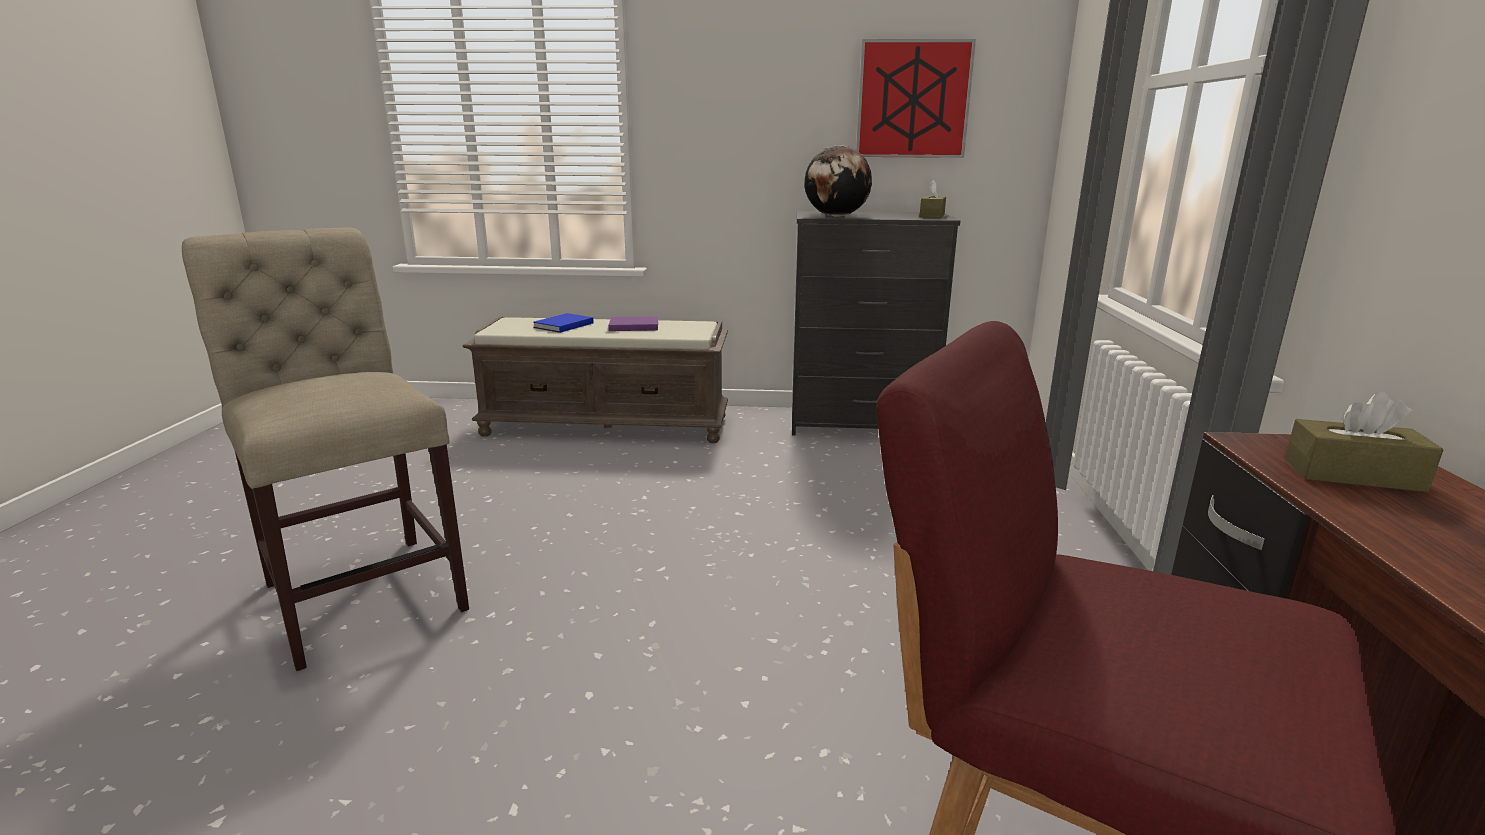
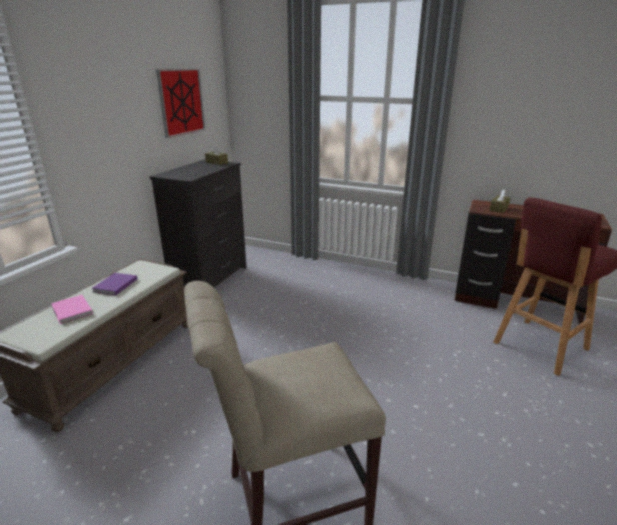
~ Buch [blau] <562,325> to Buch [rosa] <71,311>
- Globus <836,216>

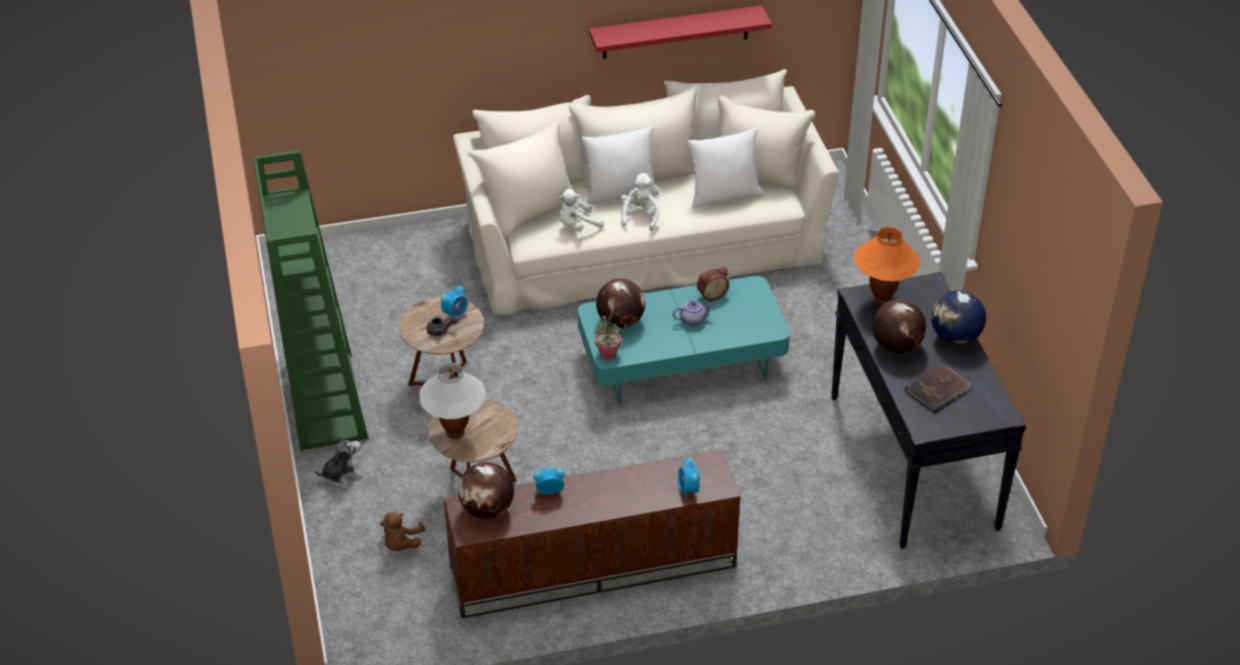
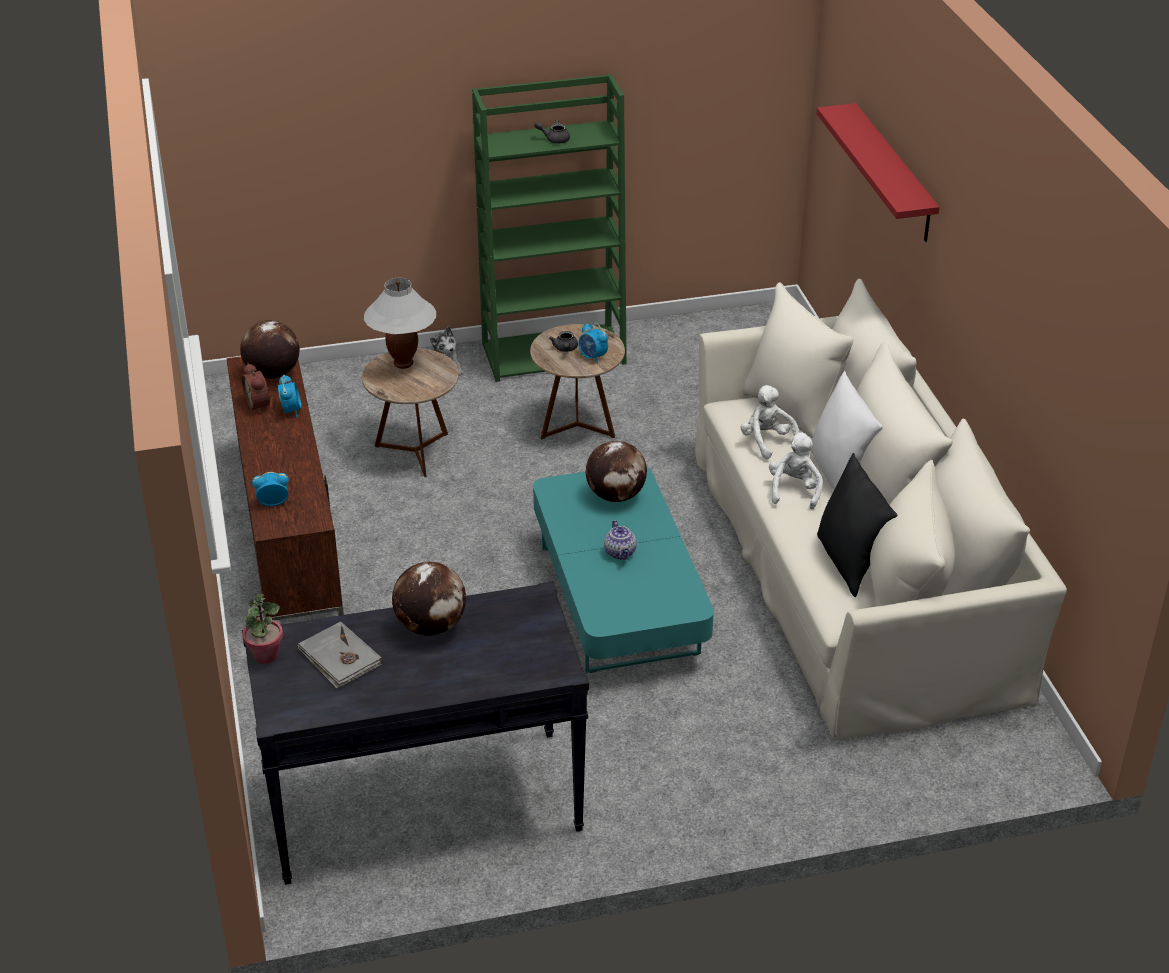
- Plüschtier [braun] <401,544>
~ Wandregal [rot] <675,32> to <893,174>
~ Topfpflanze <607,354> to <265,655>
~ Plüschtier [weiß] <640,216> = <794,490> 90 degrees counterclockwise
~ Kissen [weiß] <724,196> to Kissen [schwarz] <849,562>
~ Wecker <711,294> to <260,404>
- Tischlampe [orange] <881,299>
~ Buch [braun] <937,389> to Buch [grau] <339,658>
- Globus <955,337>
+ Teekanne [grau] <554,139>

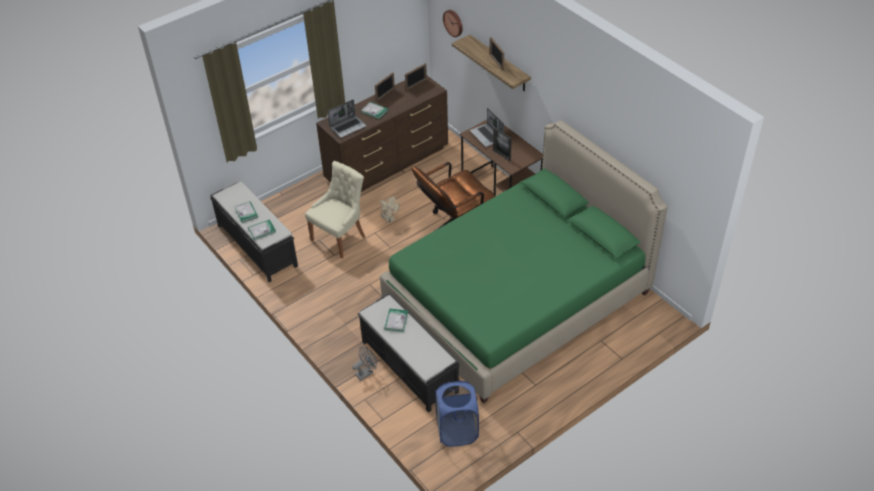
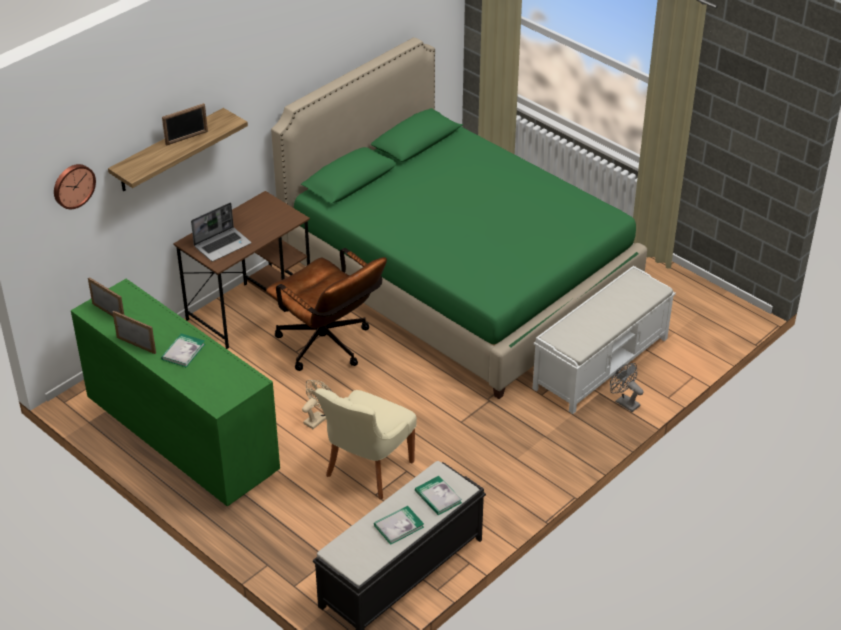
~ Stuhl [beige] <340,237> = <367,470> 90 degrees counterclockwise
~ Kommode [braun] <388,164> to Kommode [grün] <182,438>
- Laptop <348,127>
~ Bank [schwarz] <410,367> to Bank [weiß] <601,362>
- Buch <396,321>
- Wäschekorb [blau] <457,431>
- Bilderrahmen <501,155>

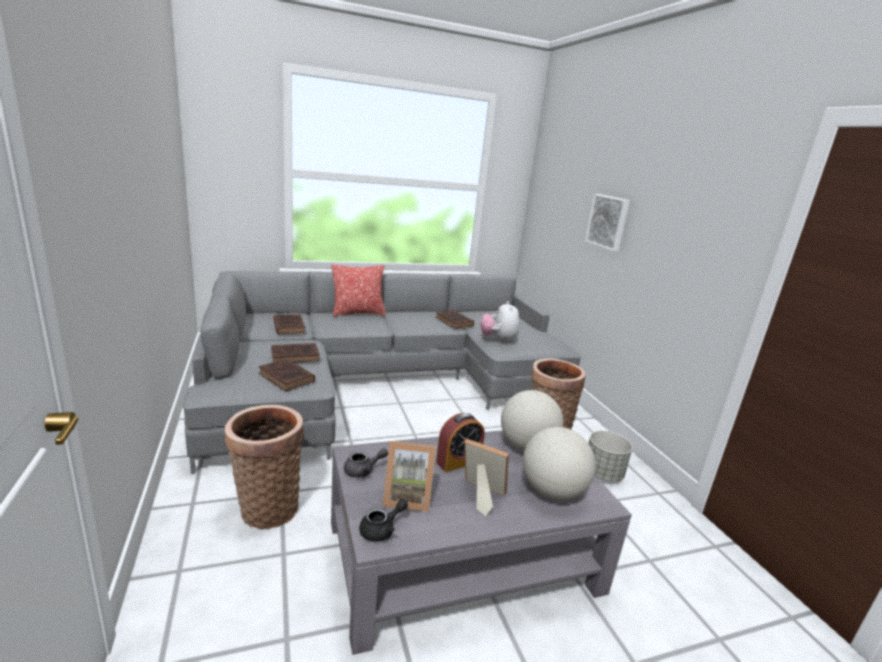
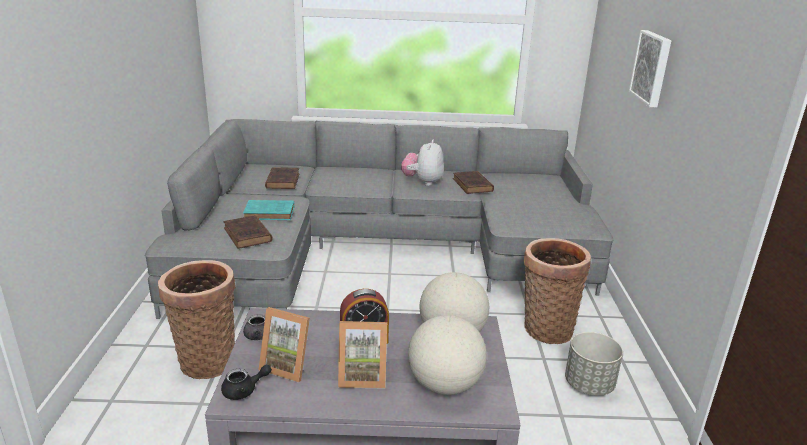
~ Buch [braun] <296,356> to Buch [türkis] <271,213>
- Kissen <358,313>
~ Bilderrahmen <480,495> = <362,376> 135 degrees clockwise
~ Plüschtier <498,340> to <423,182>

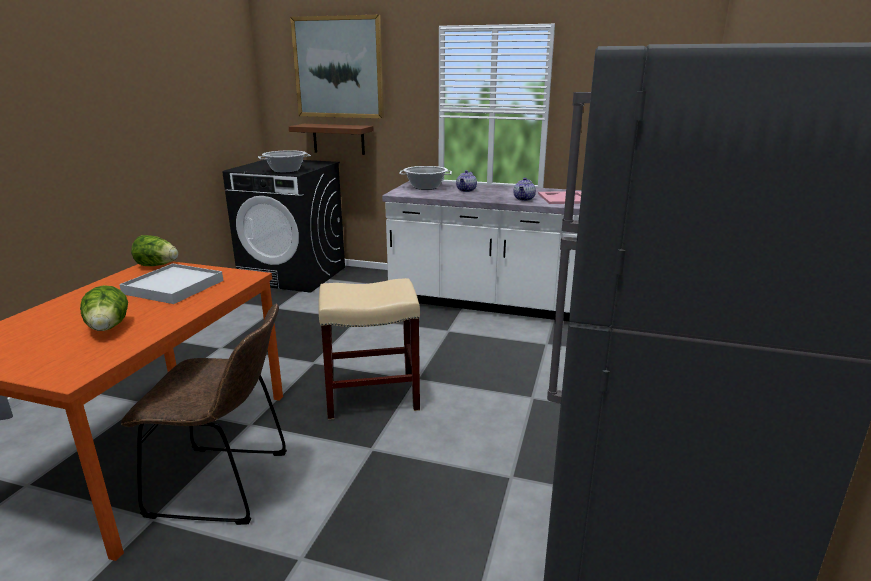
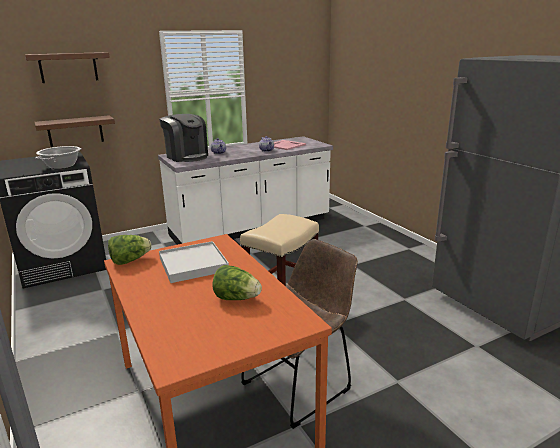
~ Bild <338,68> to Wandregal [braun] <68,67>
~ Kochtopf <425,187> to Kaffeemaschine <186,156>

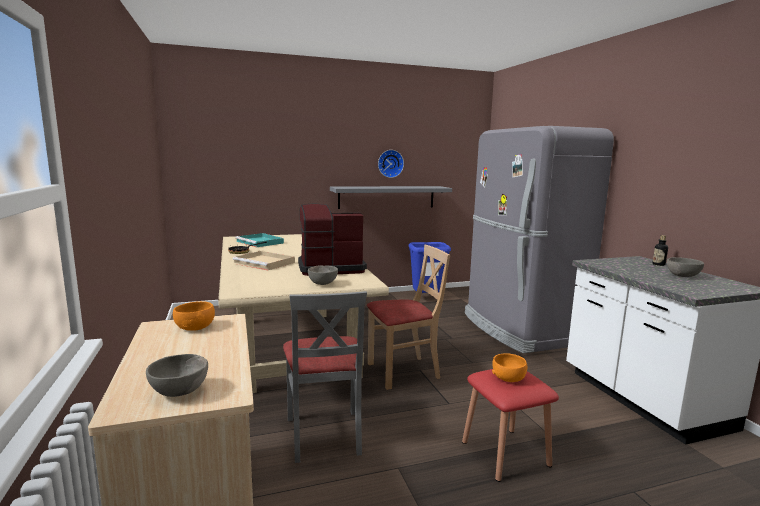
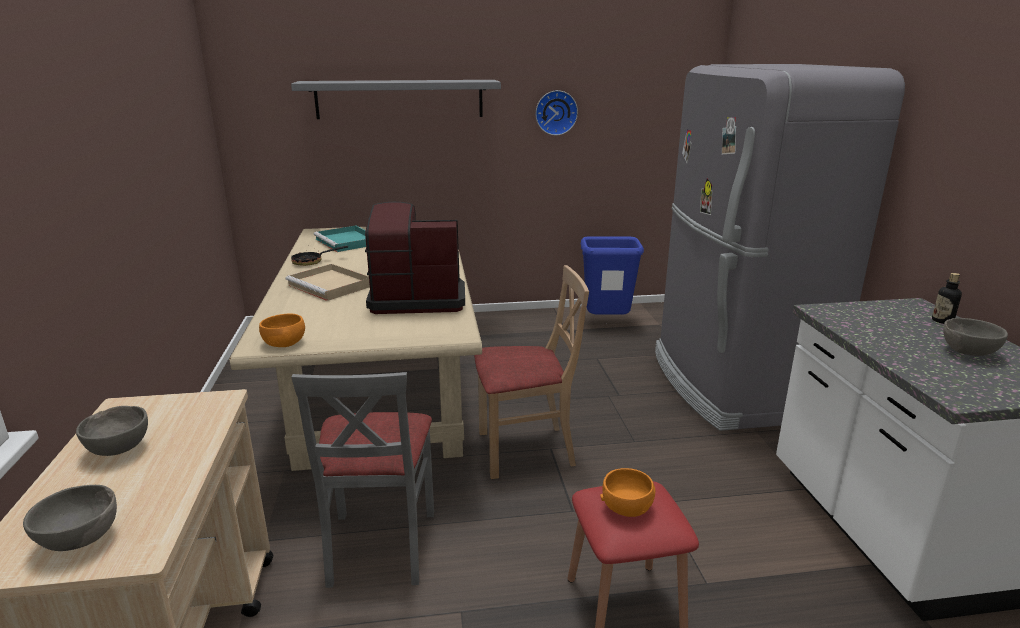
~ Schüssel [orange] <195,327> to <284,342>
~ Schüssel [grau] <323,284> to <120,448>
~ Wandregal [grau] <387,197> to <399,99>

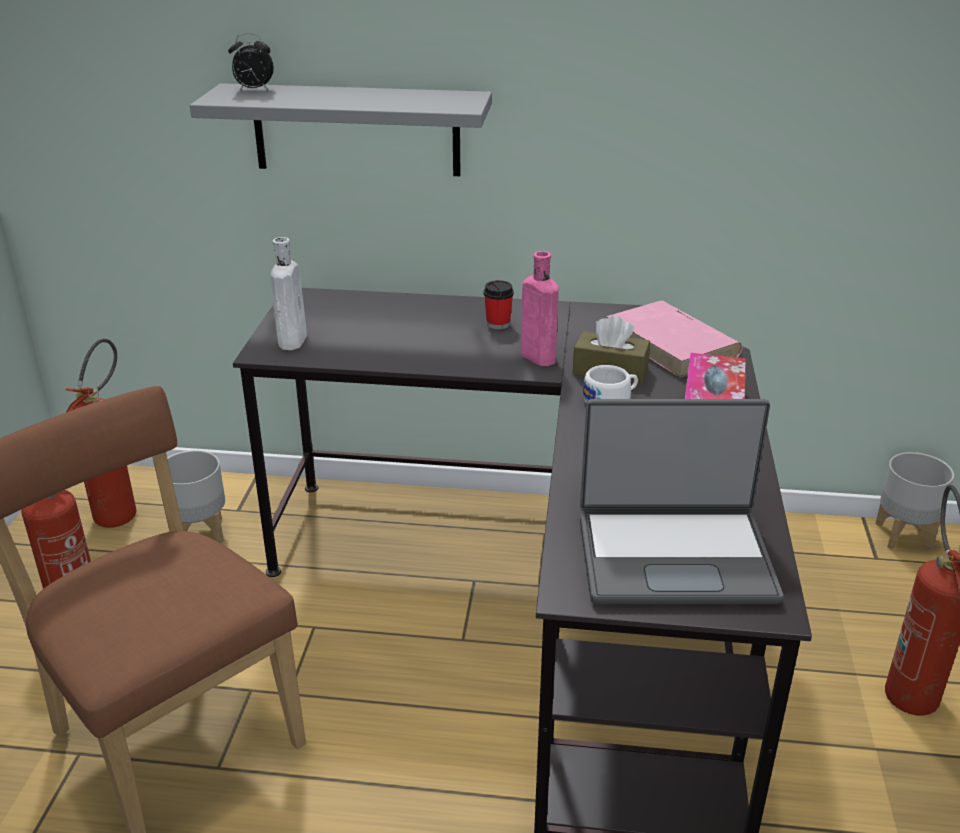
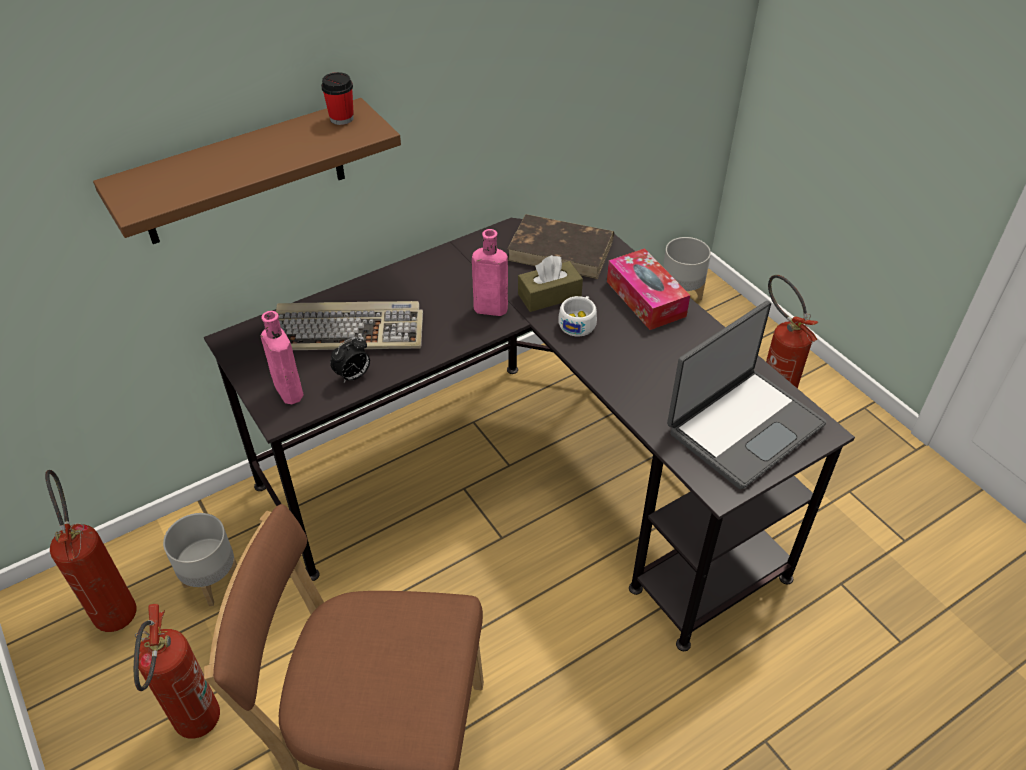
~ Wandregal [grau] <356,130> to Wandregal [braun] <243,173>
~ Wecker <253,90> to <353,376>
~ Flasche [weiß] <293,340> to Flasche [rosa] <287,390>
~ Tasse <498,324> to <341,118>
~ Buch [rosa] <672,344> to Buch [braun] <562,250>
+ Tastatur <348,331>

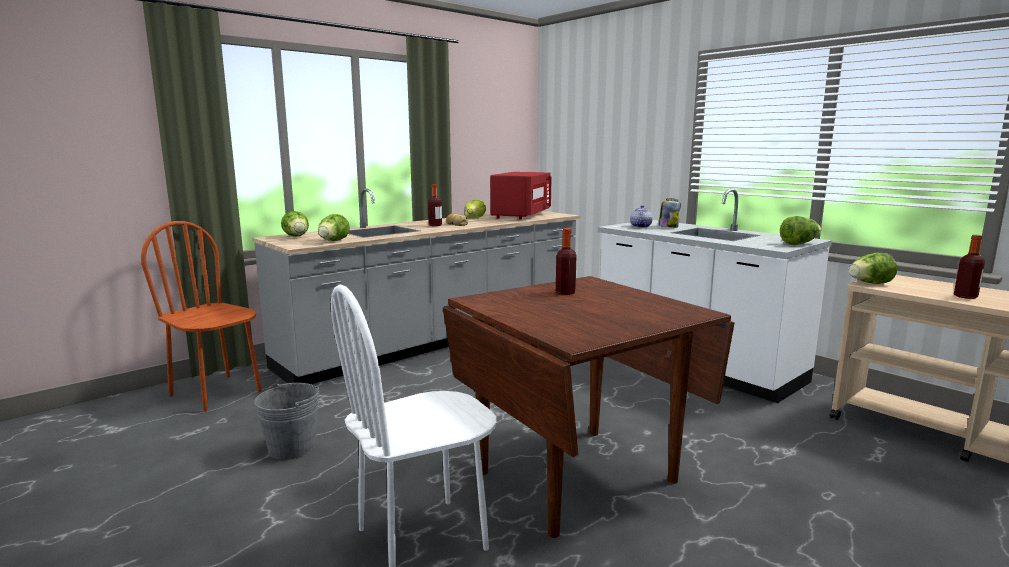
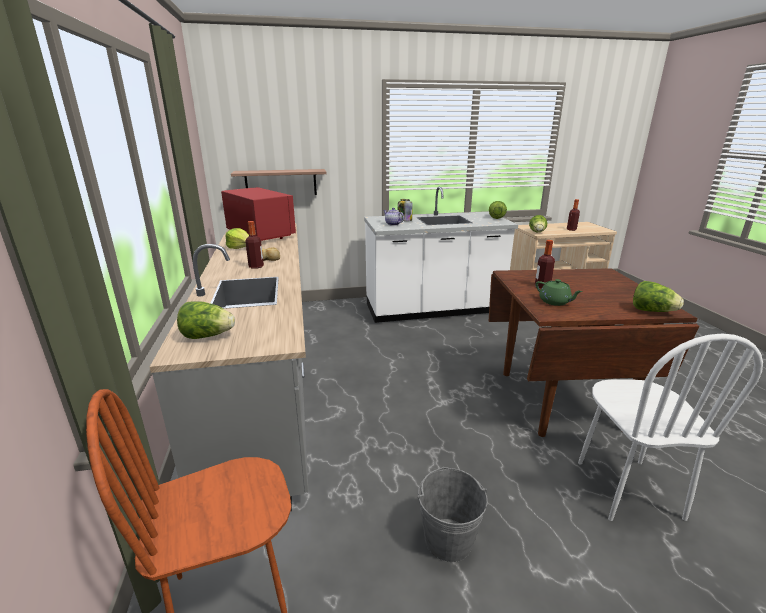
~ Salatkopf <333,241> to <652,311>
+ Wandregal <281,183>
+ Teekanne [grün] <555,302>

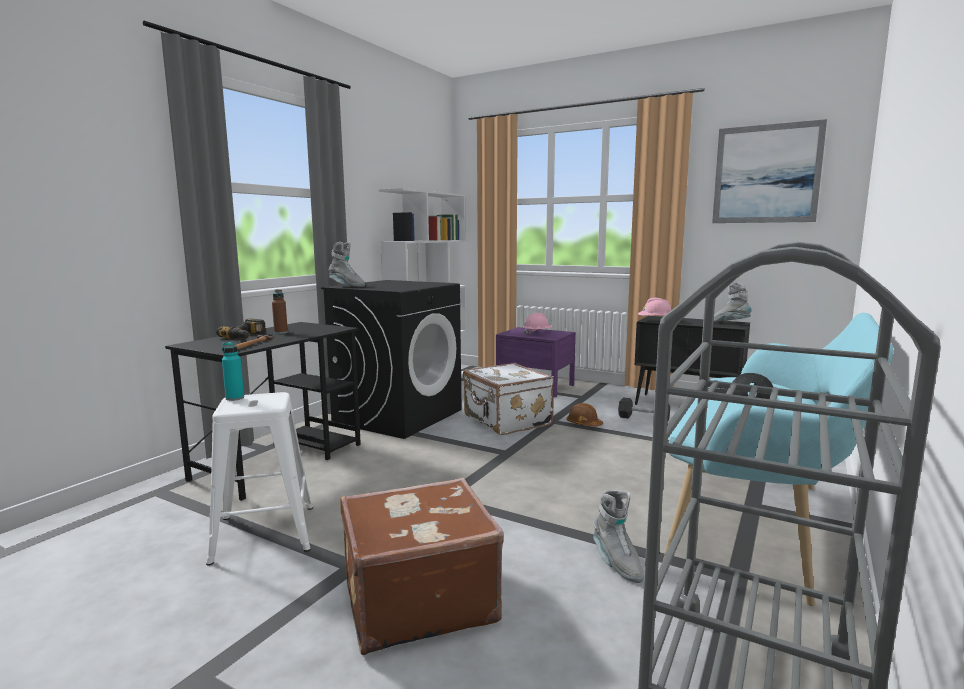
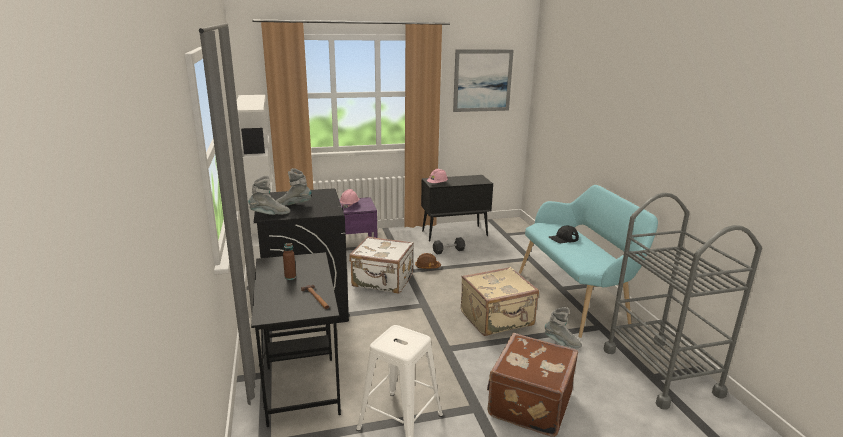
- Bohrmaschine <247,336>
- Flasche [türkis] <235,398>
~ Stiefel [grau] <728,323> to <293,205>
+ Koffer [beige] <497,319>

